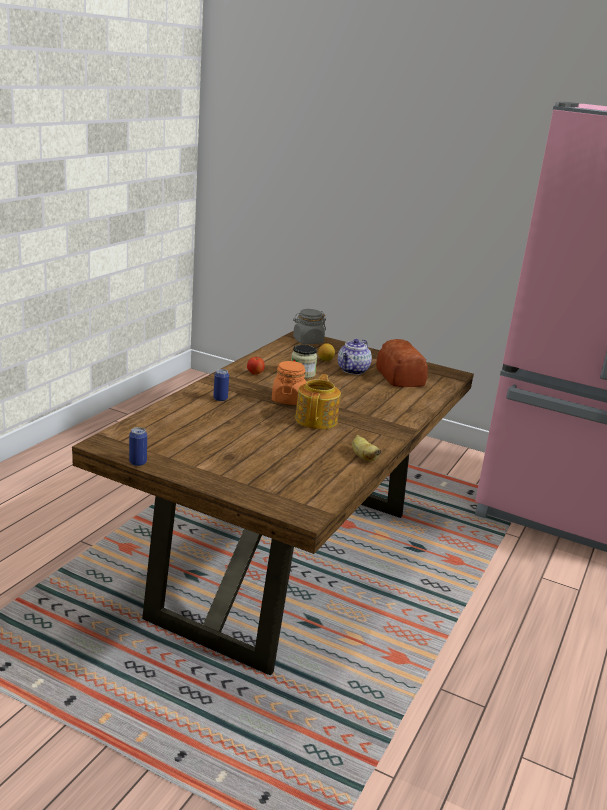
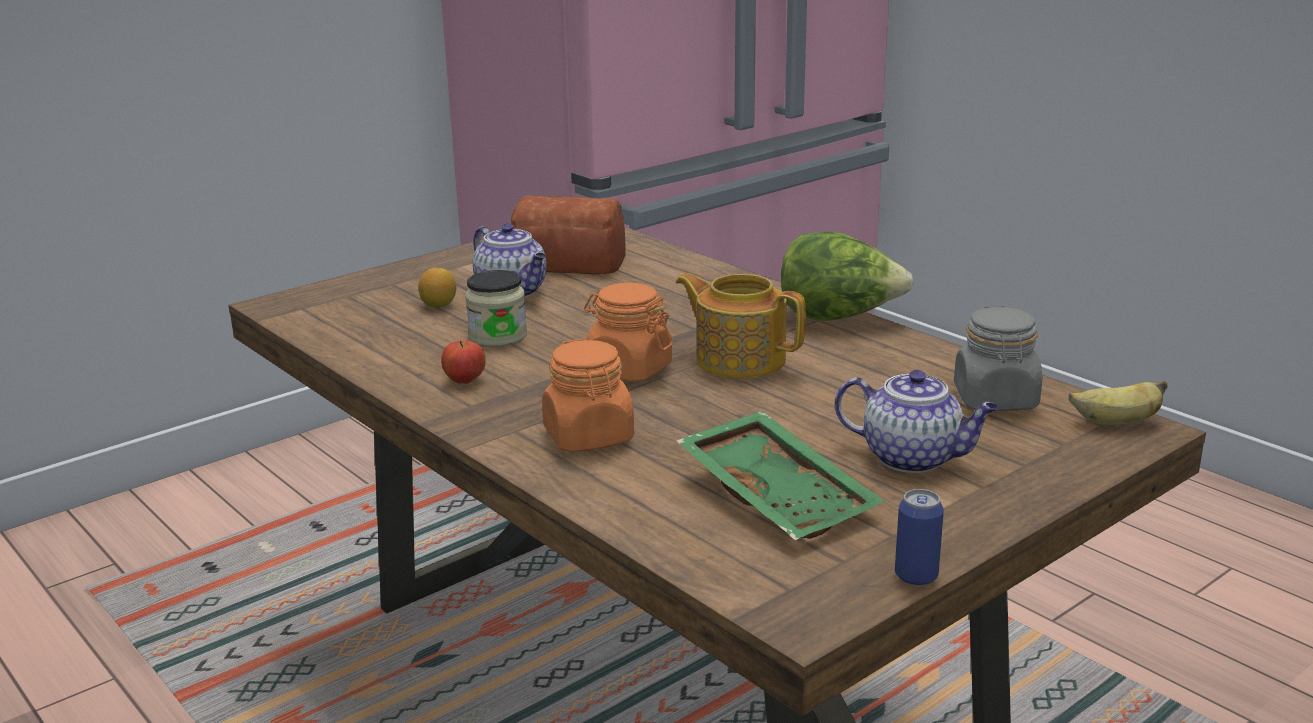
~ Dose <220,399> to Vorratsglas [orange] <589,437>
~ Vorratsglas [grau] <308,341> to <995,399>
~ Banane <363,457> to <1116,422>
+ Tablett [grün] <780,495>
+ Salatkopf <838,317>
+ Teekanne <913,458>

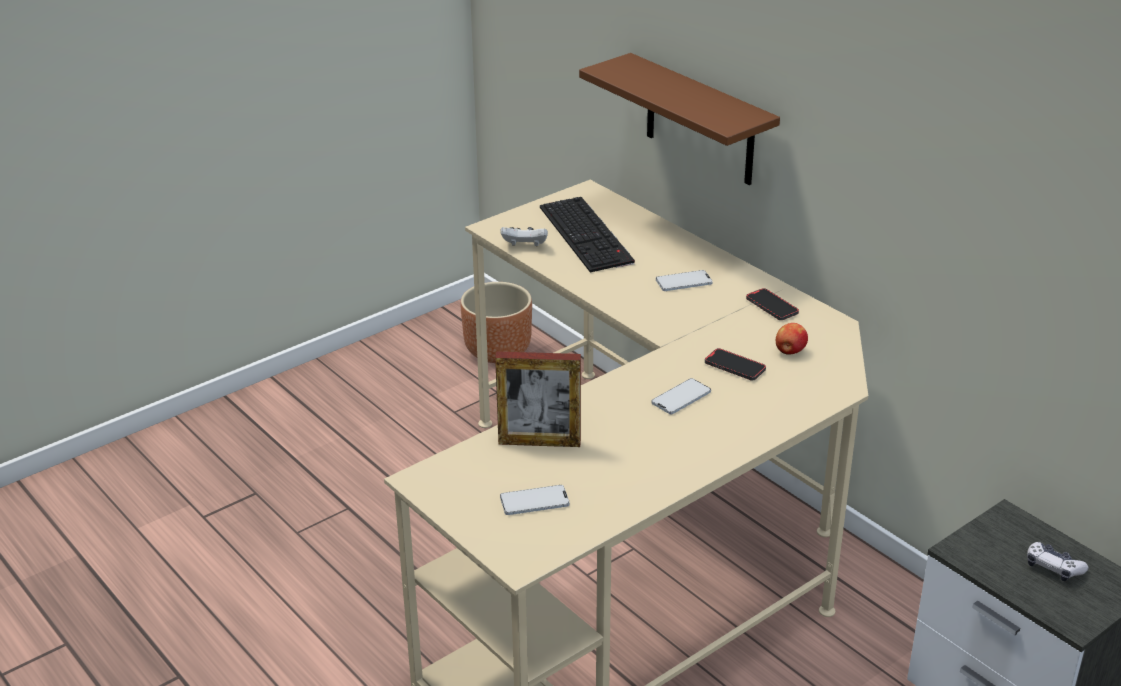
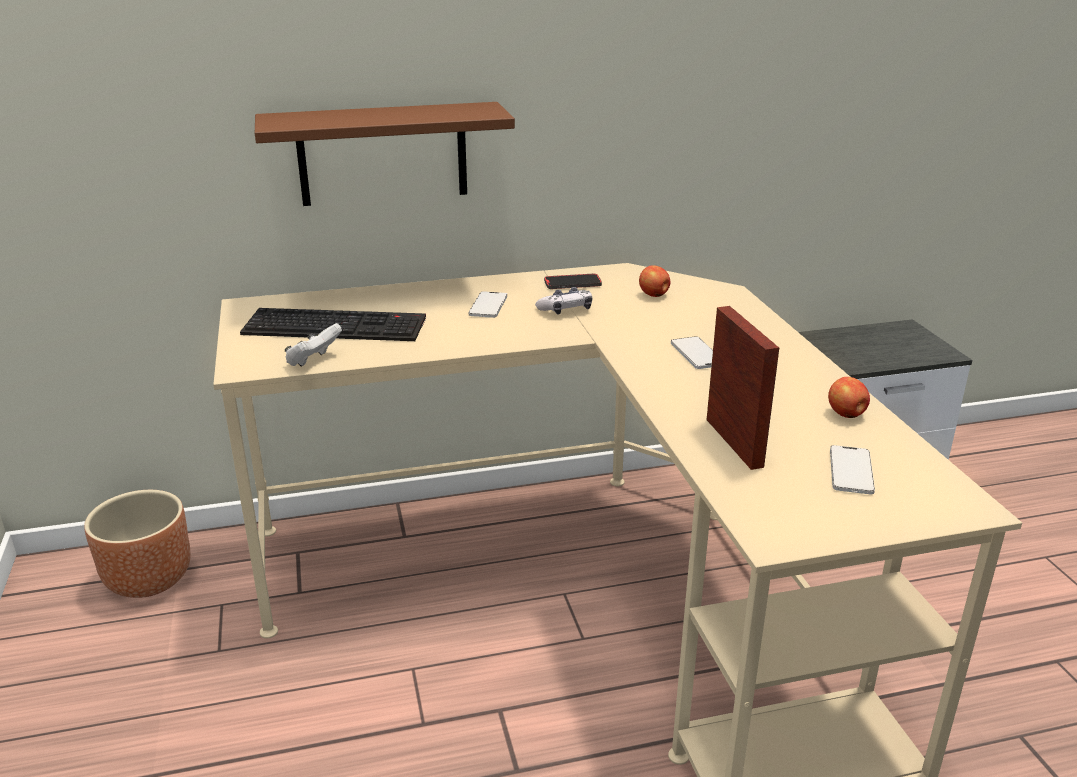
~ Bilderrahmen <539,442> = <734,442> 45 degrees counterclockwise
- Handy <735,367>
~ Gamepad <1053,568> to <566,310>
+ Apfel <846,414>

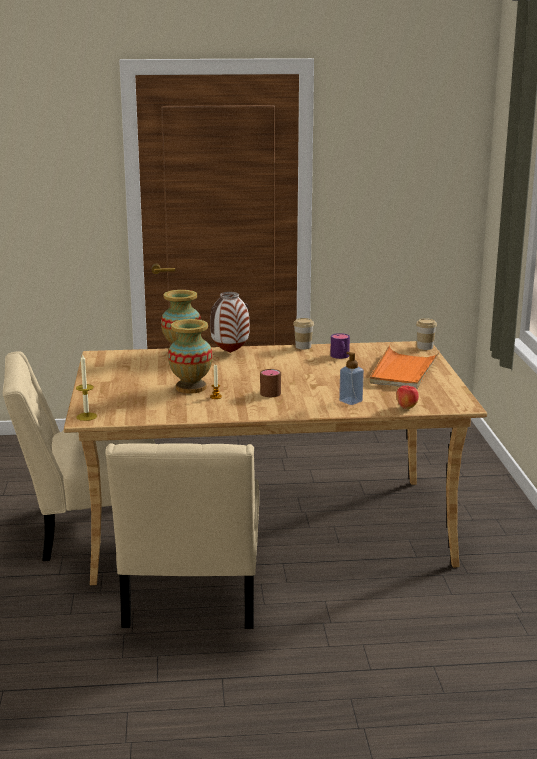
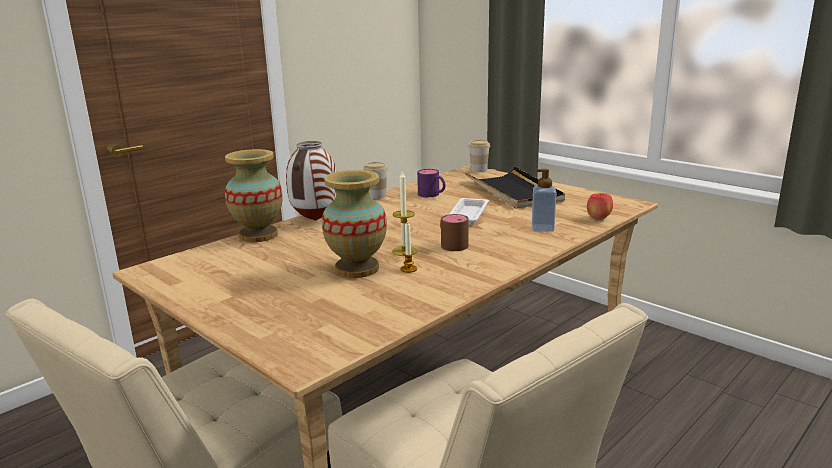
~ Kerze <86,416> to <404,251>
~ Tablett [orange] <403,371> to Tablett [schwarz] <514,191>
+ Tablett [weiß] <468,214>

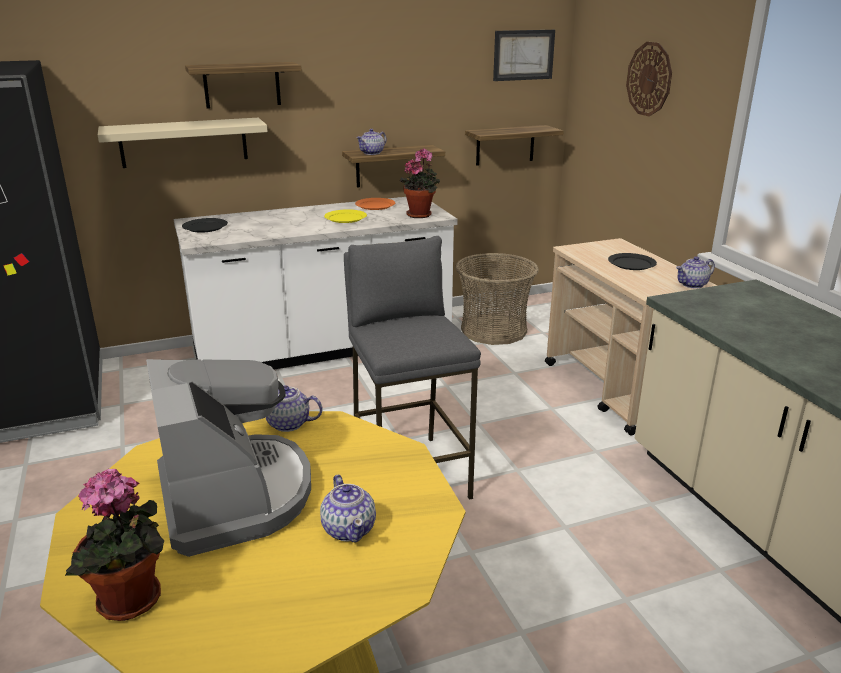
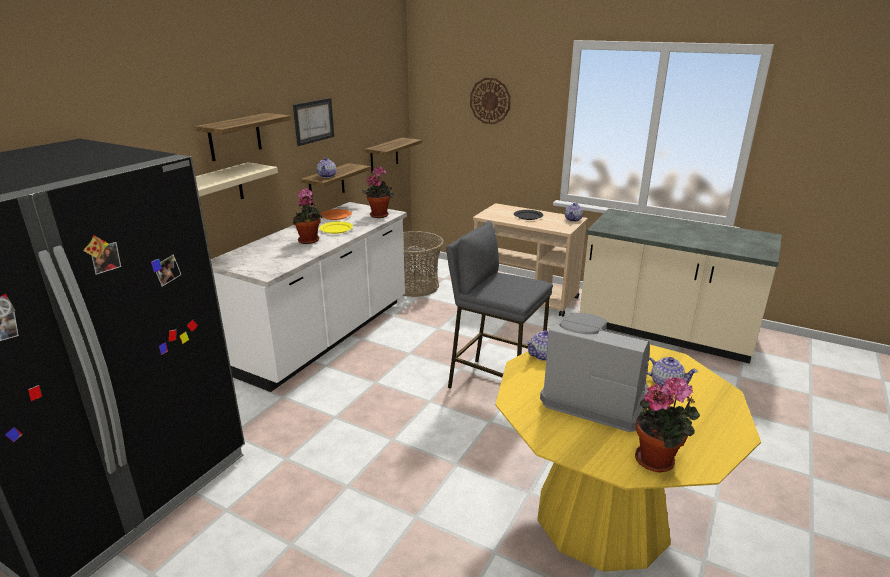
- Teller [schwarz] <205,227>
~ Bild <523,55> to <313,121>
+ Topfpflanze <310,241>

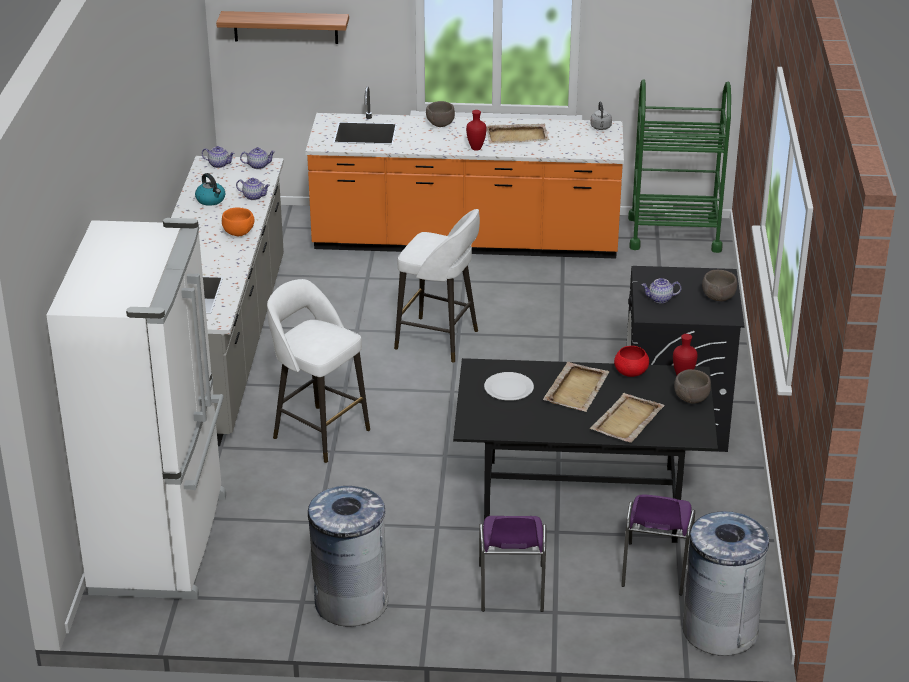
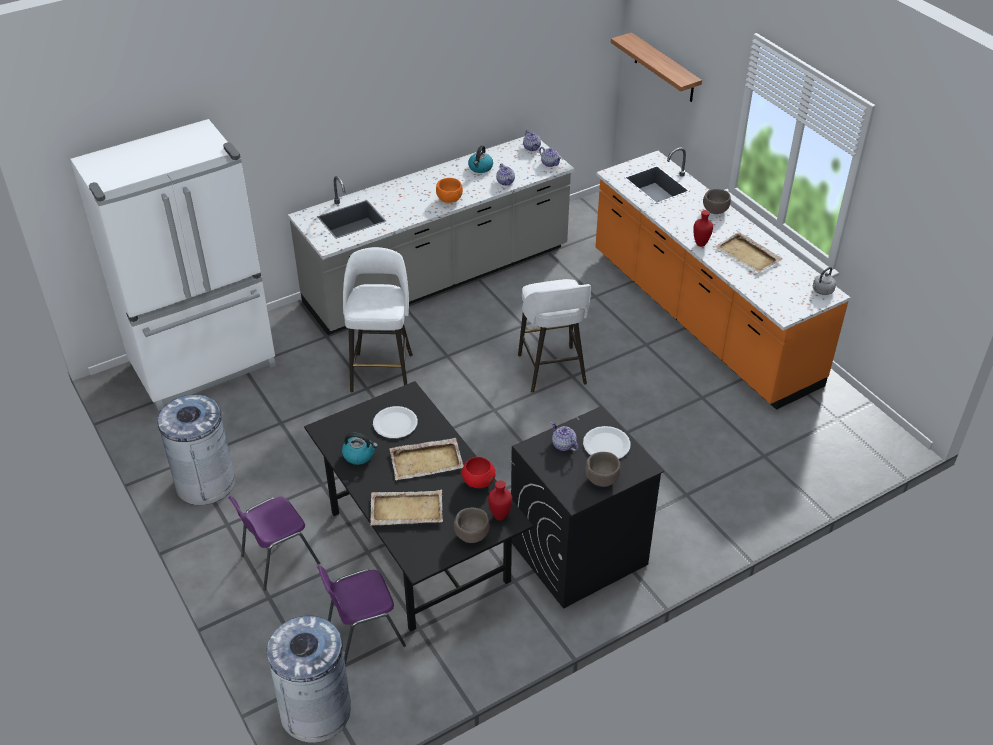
- Rollwagen [grün] <674,234>
+ Wasserkessel <359,455>
+ Teller [weiß] <606,445>

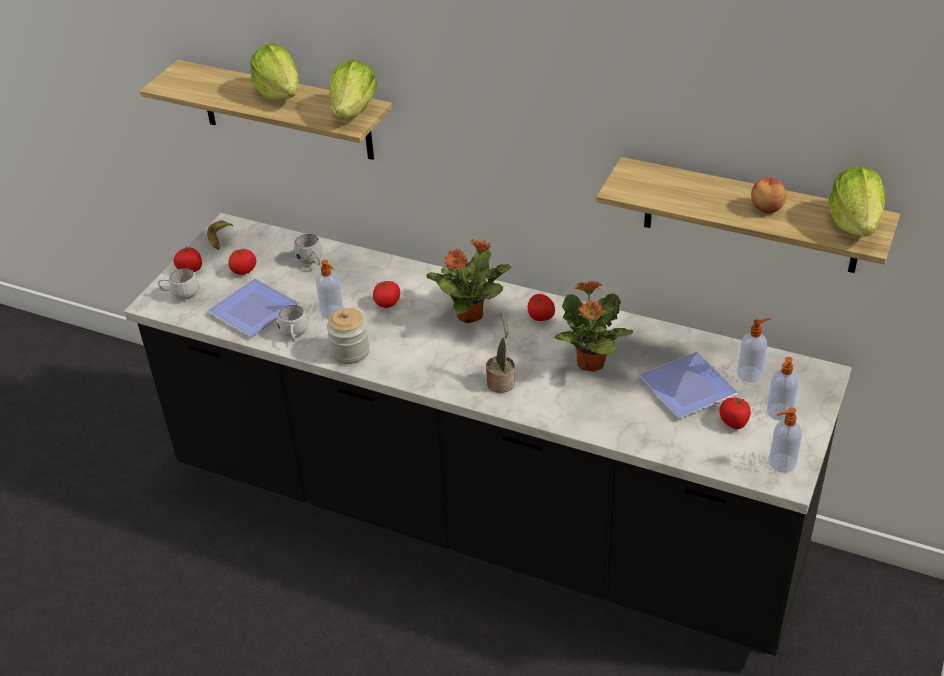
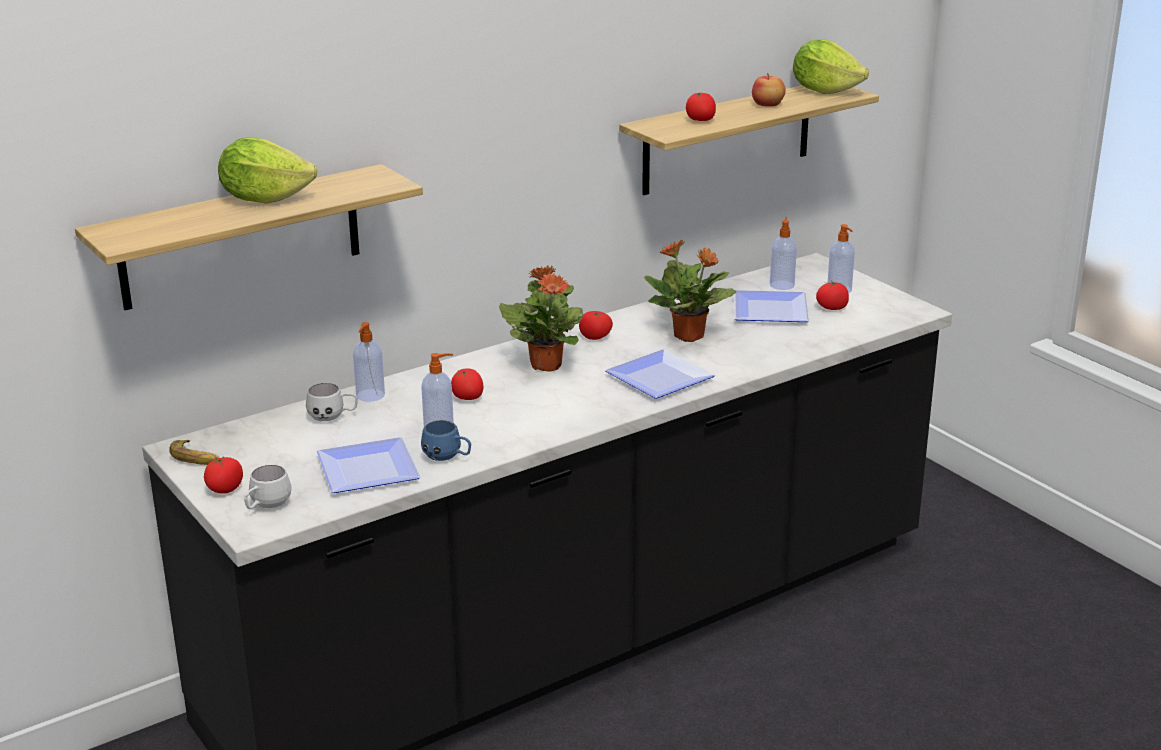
~ Tomate <244,270> to <700,120>
~ Henkelbecher [weiß] <294,335> to Henkelbecher [blau] <448,458>
- Vorratsglas <350,351>
- Salatkopf <354,111>
~ Topfpflanze <501,381> to Teller <663,378>
~ Seifenspender <781,463> to <370,396>

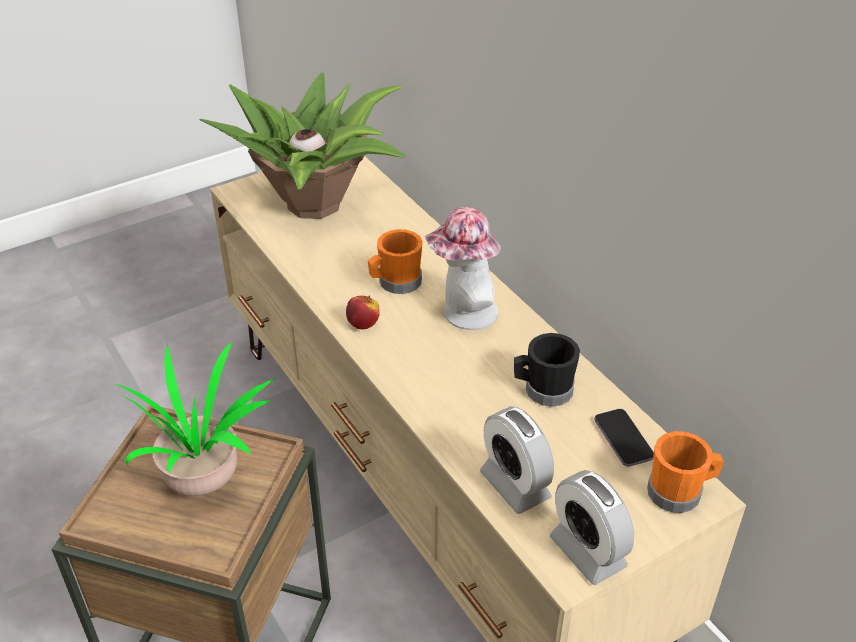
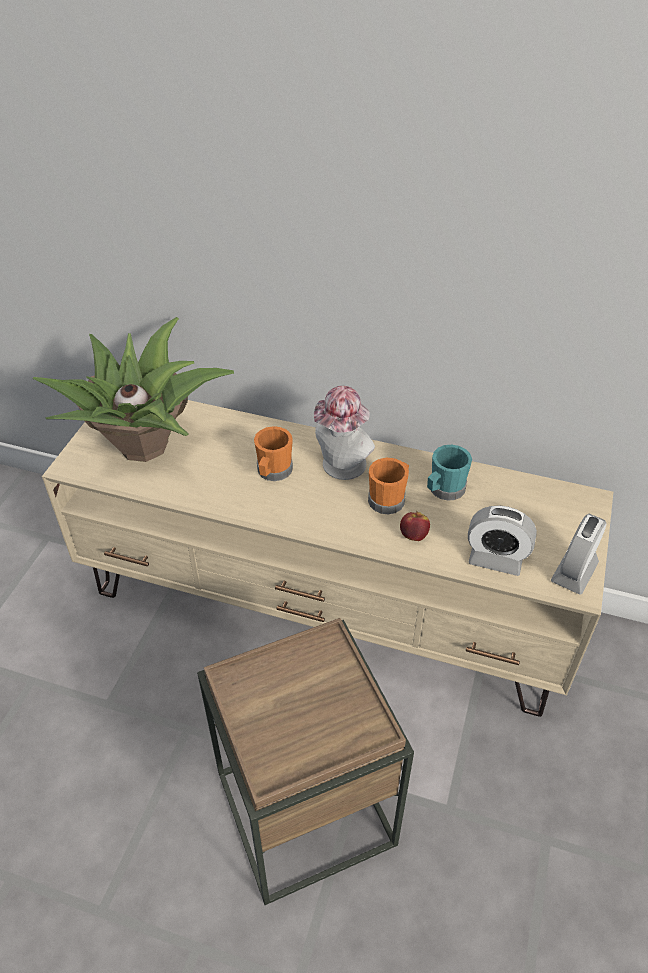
- Topfpflanze <205,477>
~ Apfel <363,324> to <413,535>
~ Henkelbecher [schwarz] <543,390> to Henkelbecher [türkis] <444,490>
~ Wecker <587,552> = <574,572> 105 degrees clockwise
- Handy <623,439>
~ Henkelbecher [orange] <680,492> to <389,498>

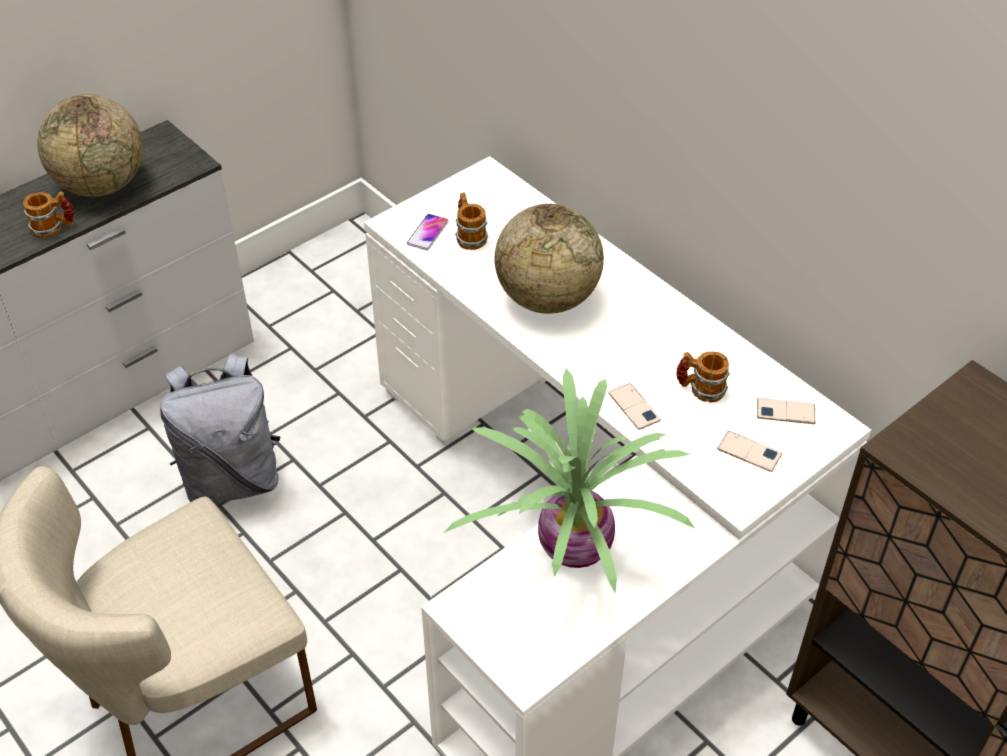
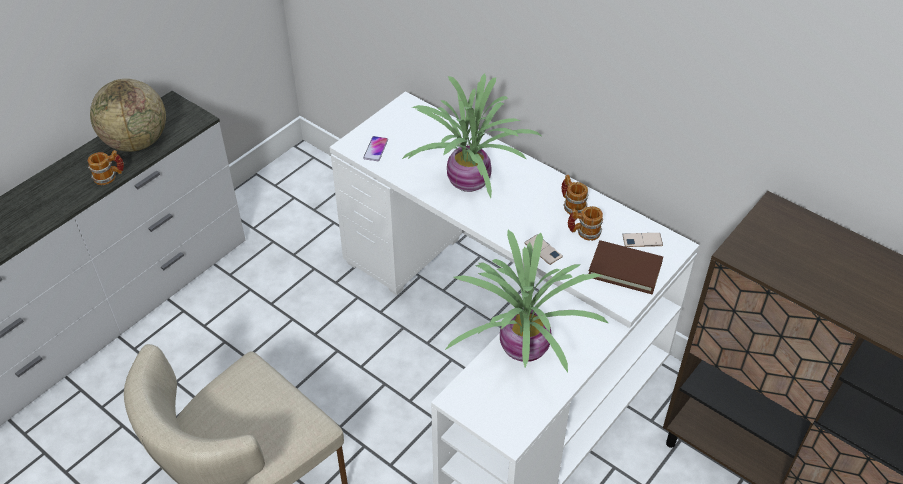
- Rucksack [grau] <232,478>
~ Henkelbecher <469,236> to <572,205>
~ Globus <547,298> to Topfpflanze <468,184>
~ Handy <749,452> to Buch [braun] <625,269>

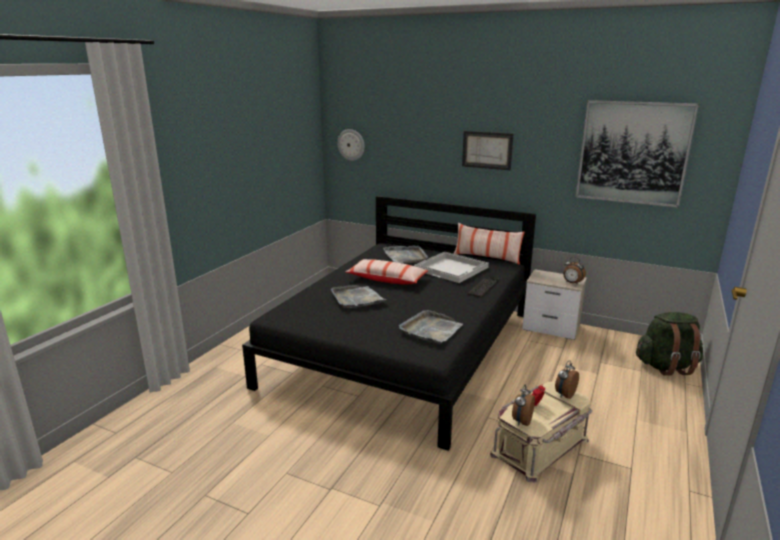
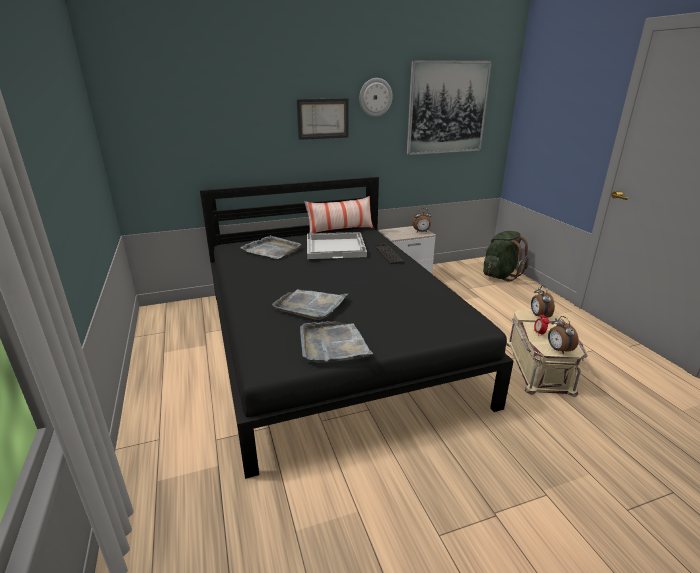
~ Wanduhr <351,144> to <375,97>
- Kissen <387,279>
~ Tablett [grau] <431,329> to <333,344>

